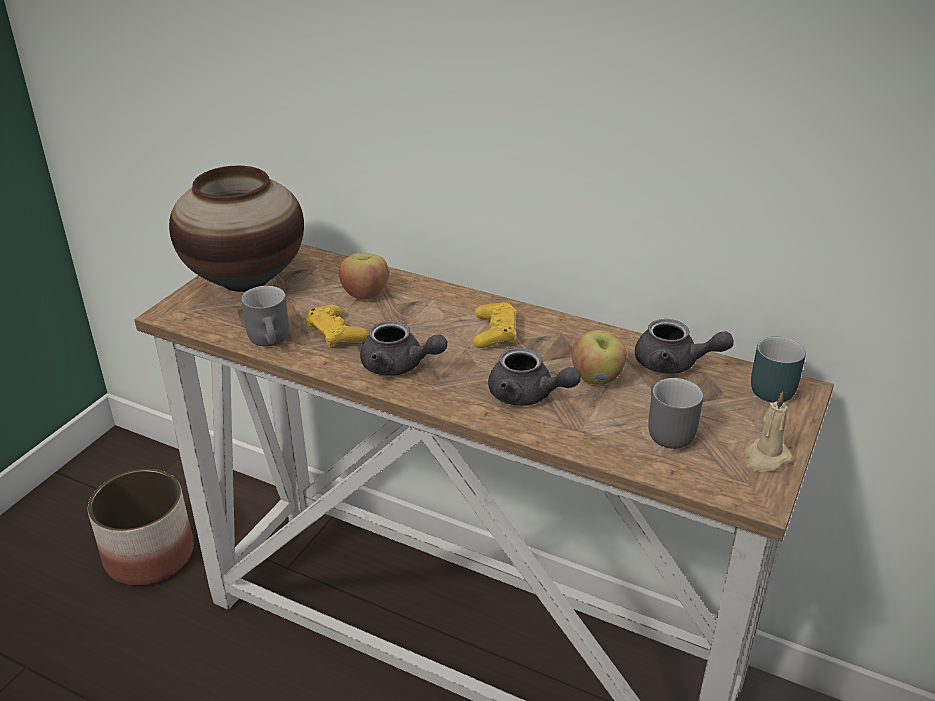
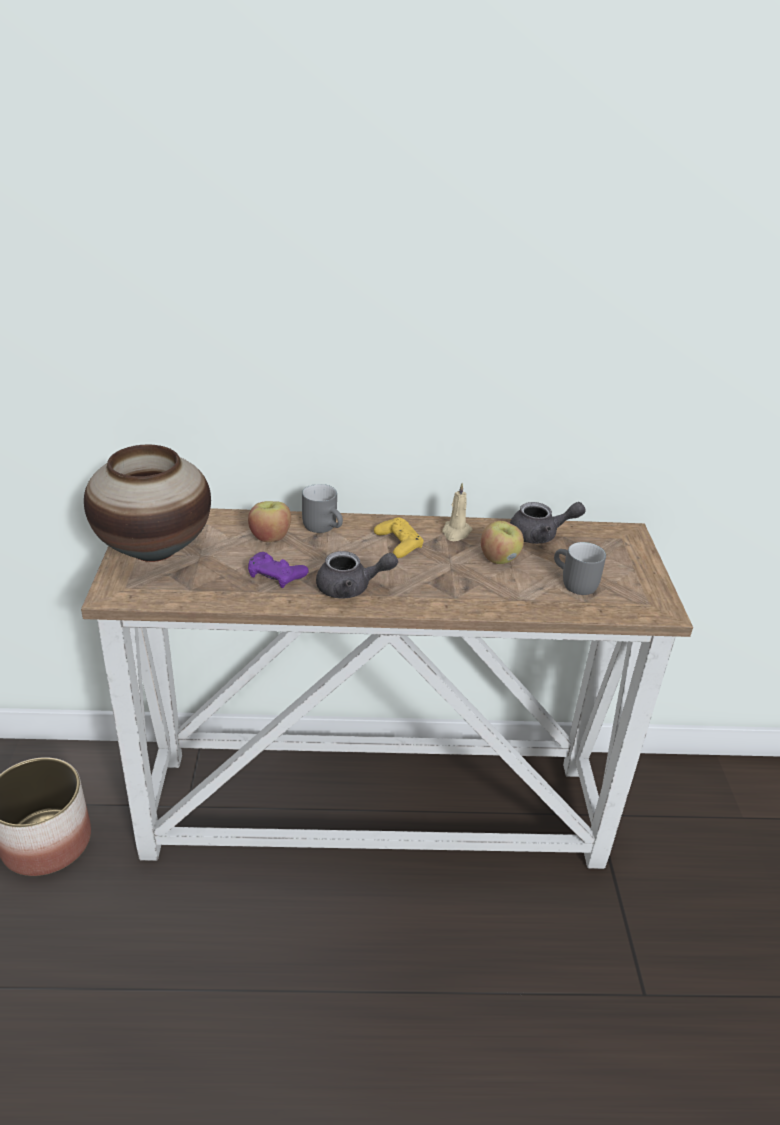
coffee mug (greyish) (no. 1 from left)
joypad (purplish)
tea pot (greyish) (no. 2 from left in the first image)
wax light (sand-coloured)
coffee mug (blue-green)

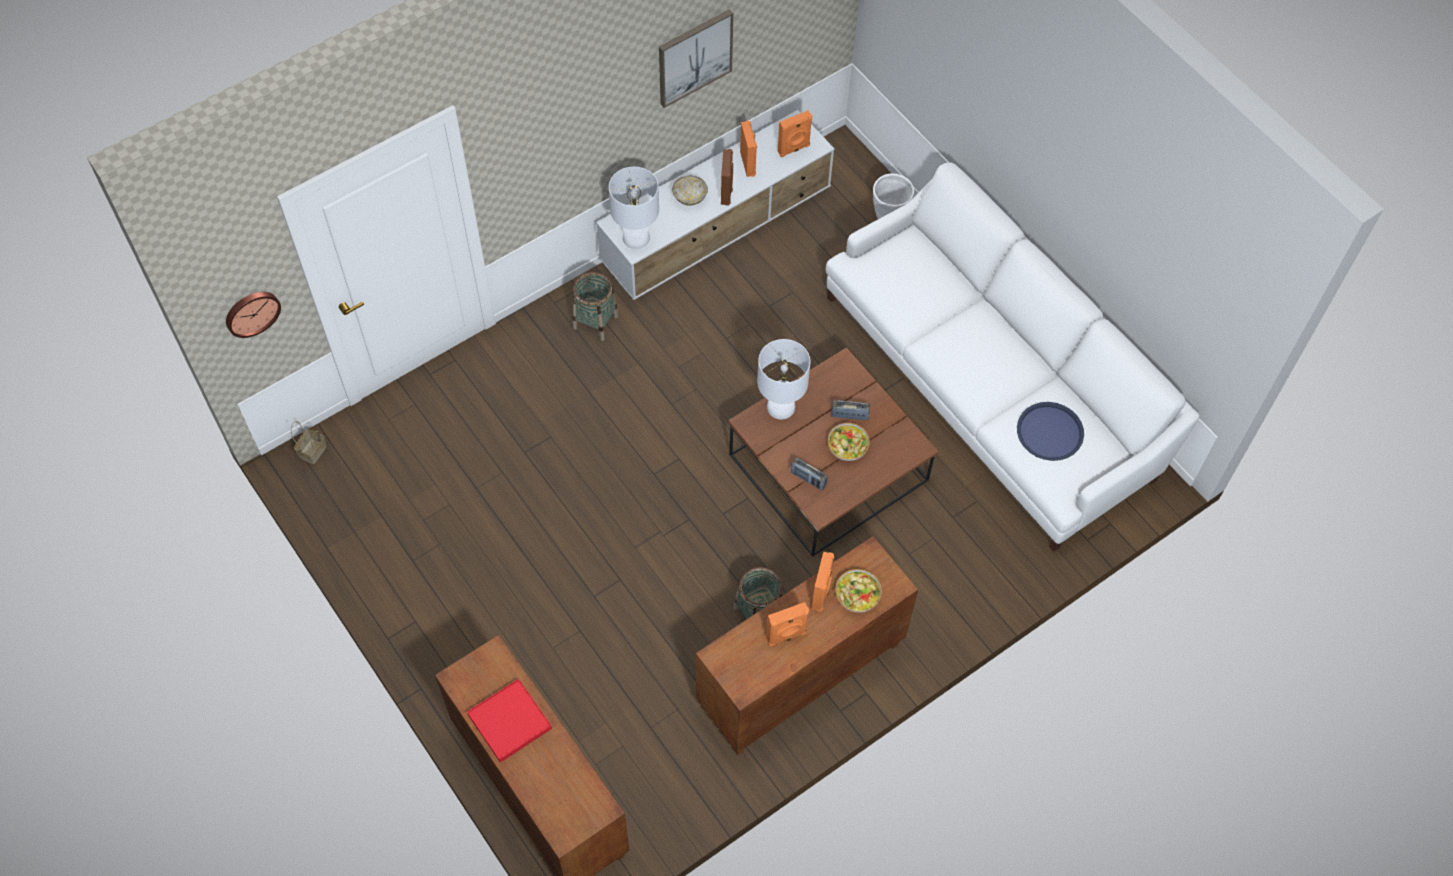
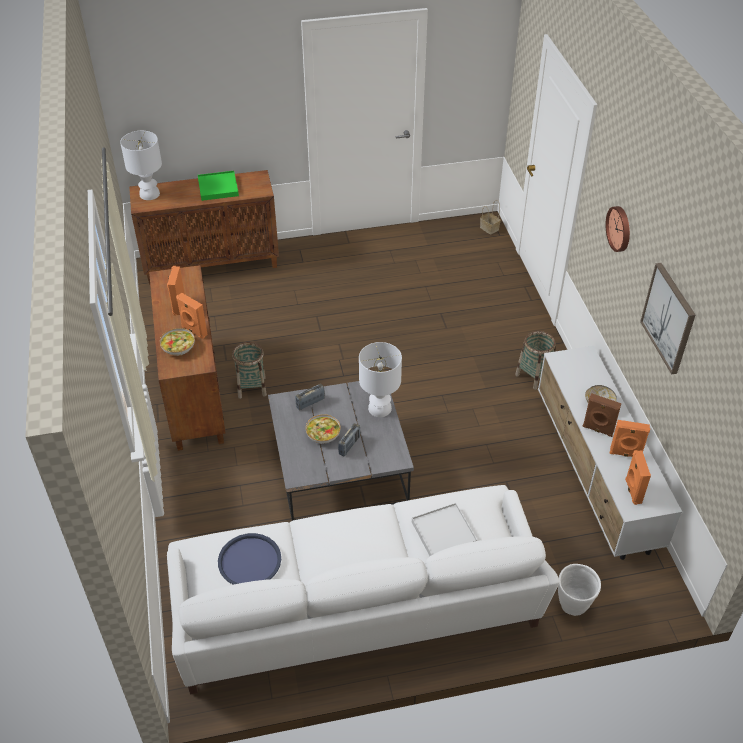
hanging clock
carrying tray (green-coloured)
lamp for a table (white) (no. 1 from left)
low table (greyish)
carrying tray (white)

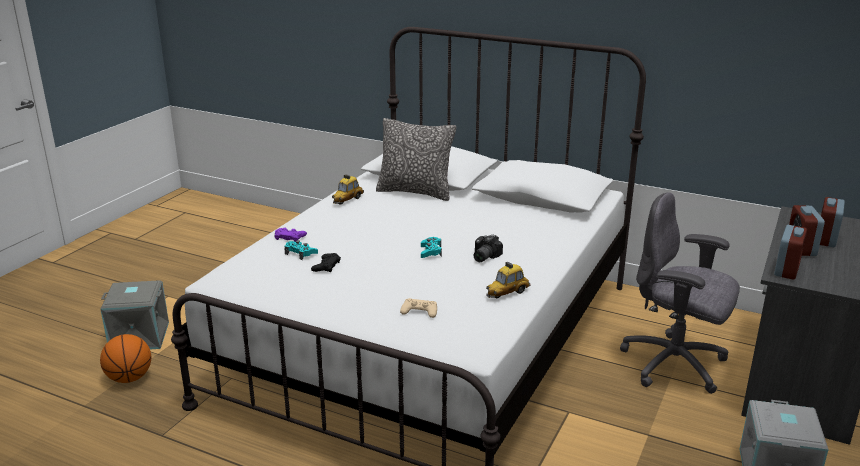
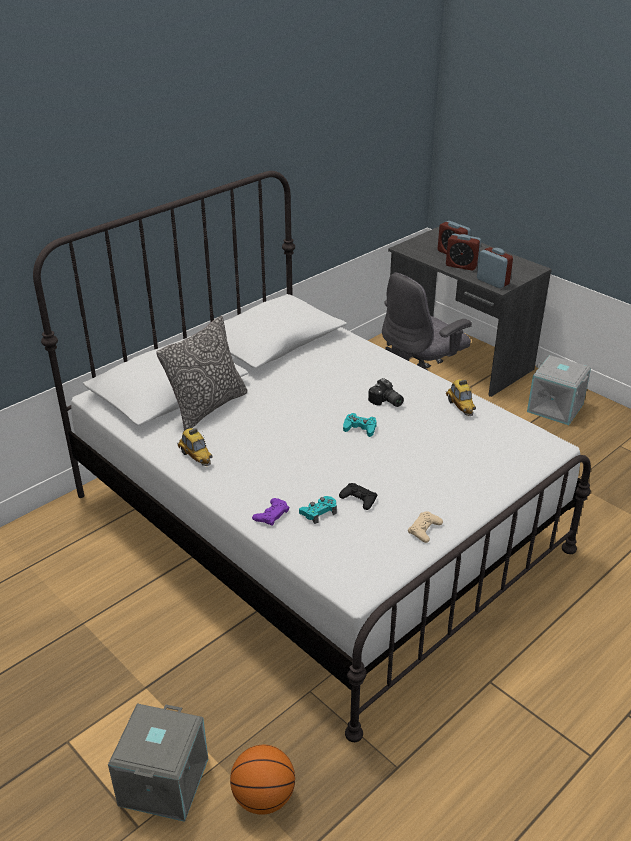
joypad (sand-coloured)

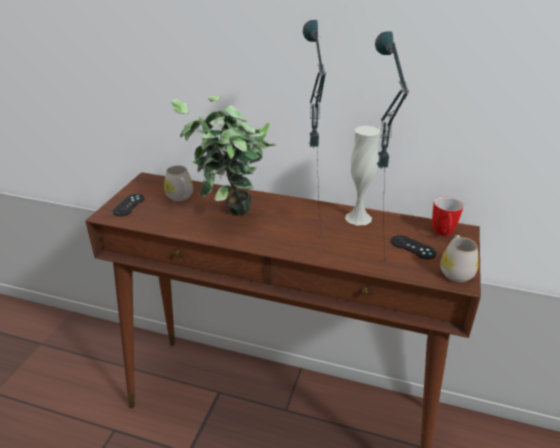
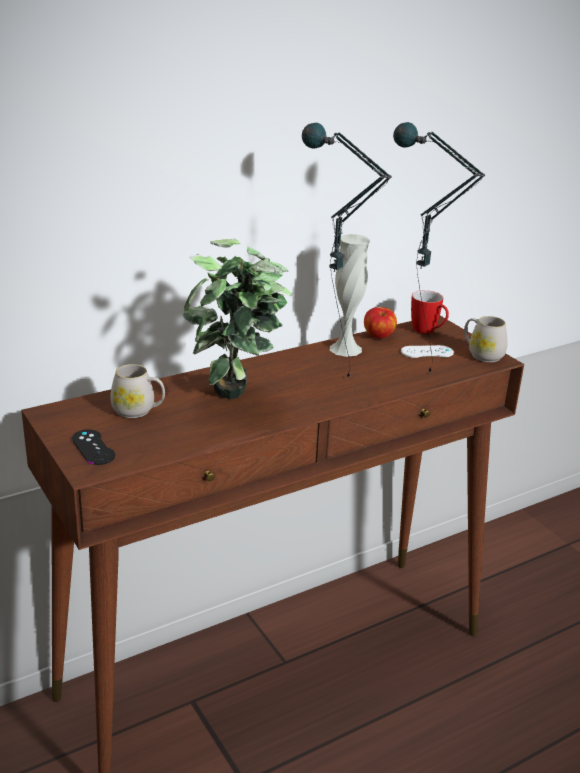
joypad (white)
apple fruit

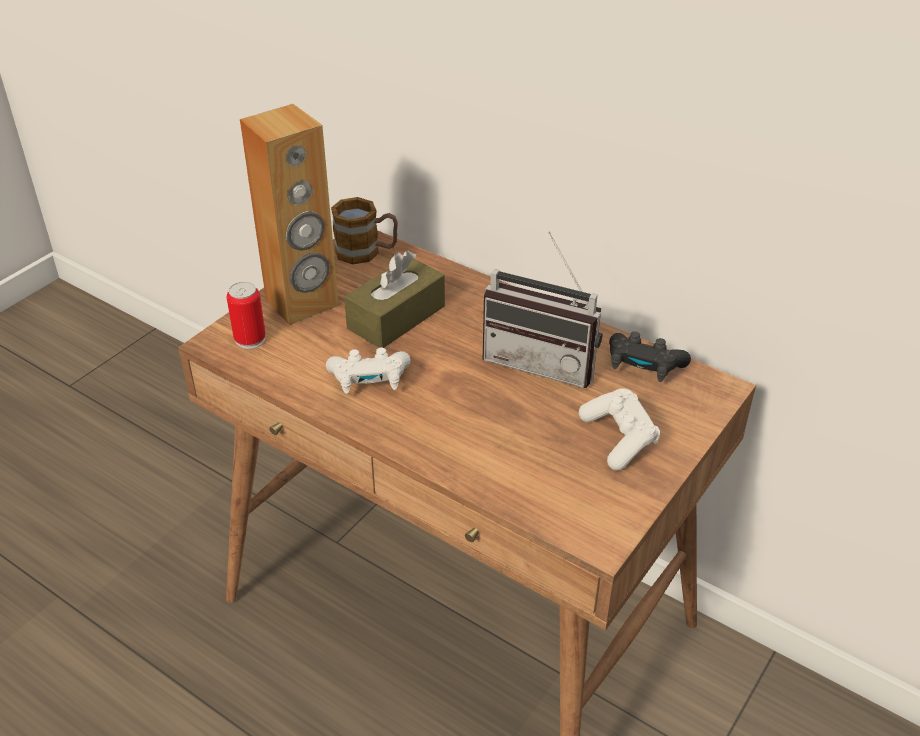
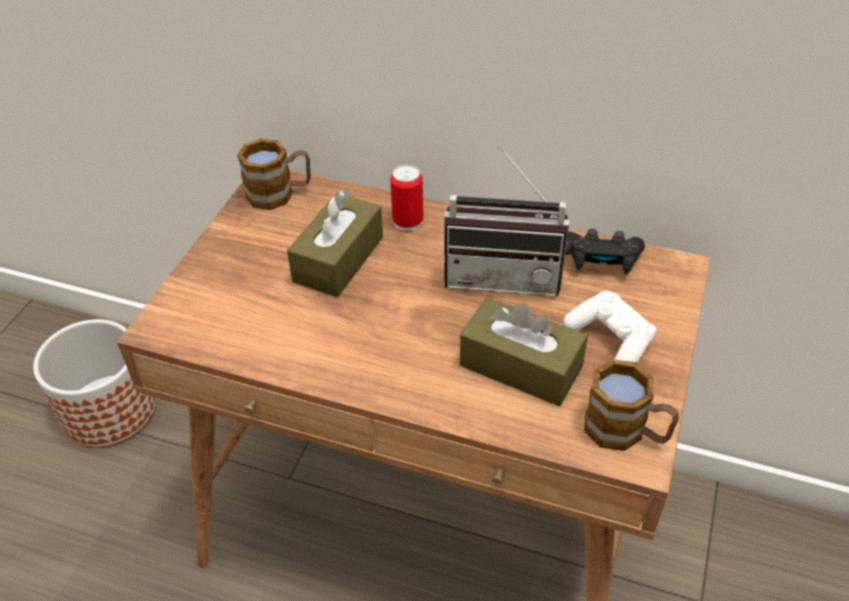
metal can
audio speaker (brownish)
joypad (white) (no. 1 from left in the first image)
planter
tissue holder (brownish) (no. 2 from left)
coffee mug (no. 2 from left)

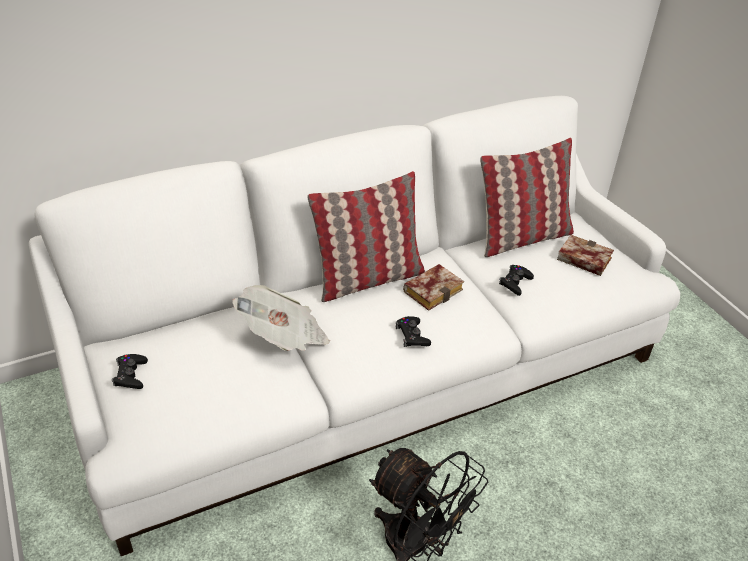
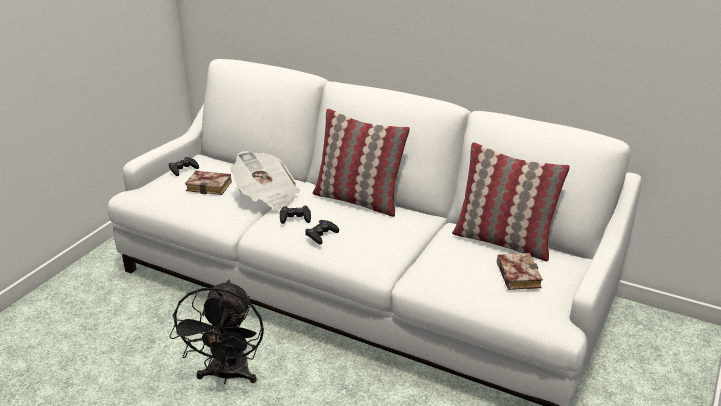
volume (no. 1 from left)
joypad (black-coloured) (no. 2 from left)

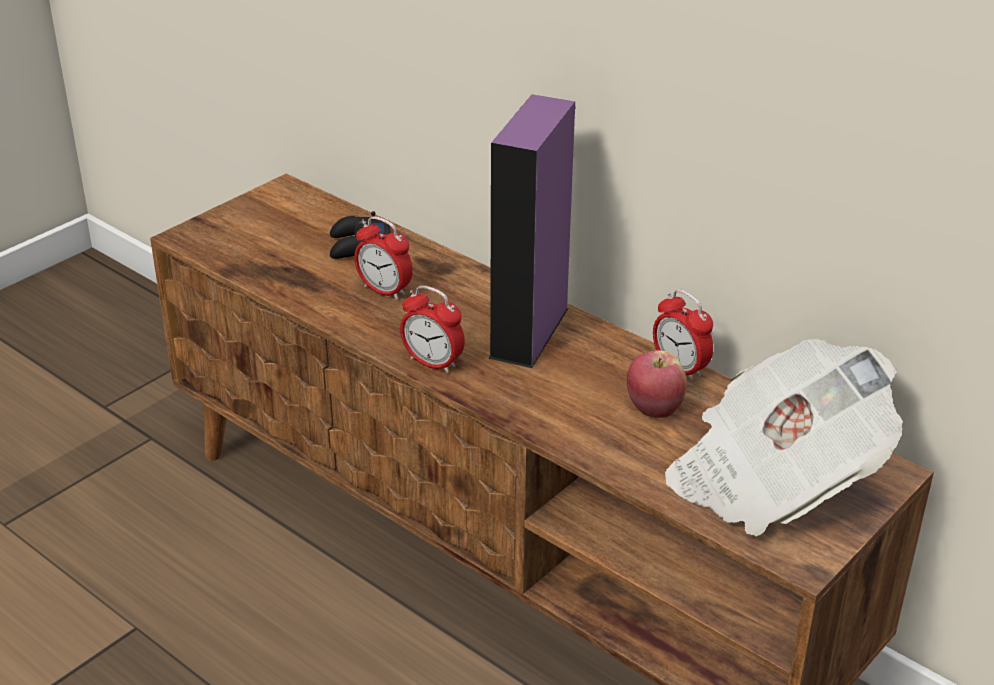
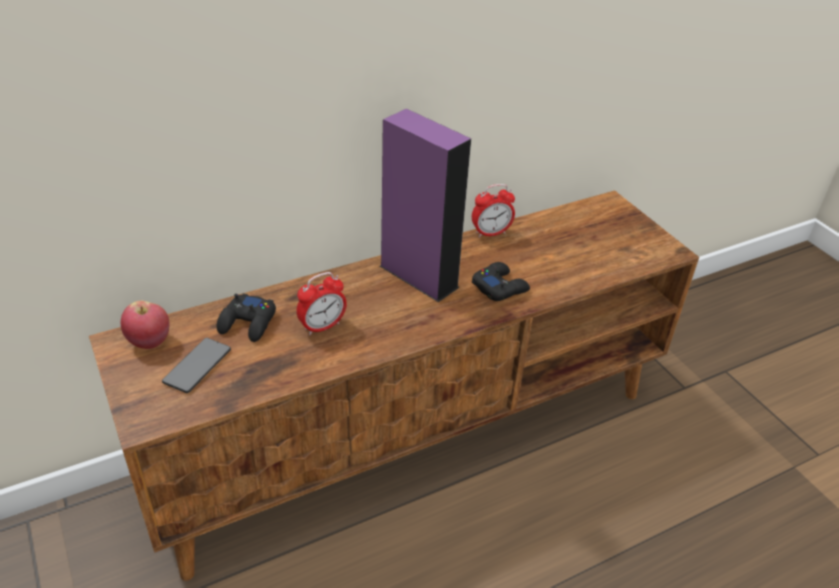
bedside clock (no. 2 from left in the first image)
apple fruit
printed paper
handset
joypad (black-coloured) (no. 2 from left)

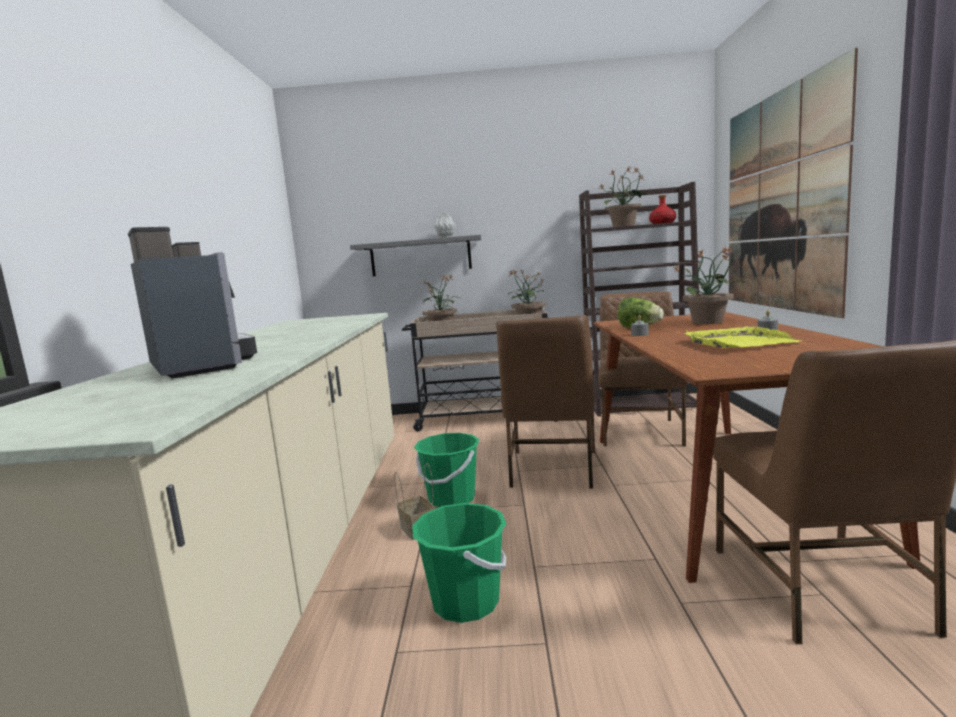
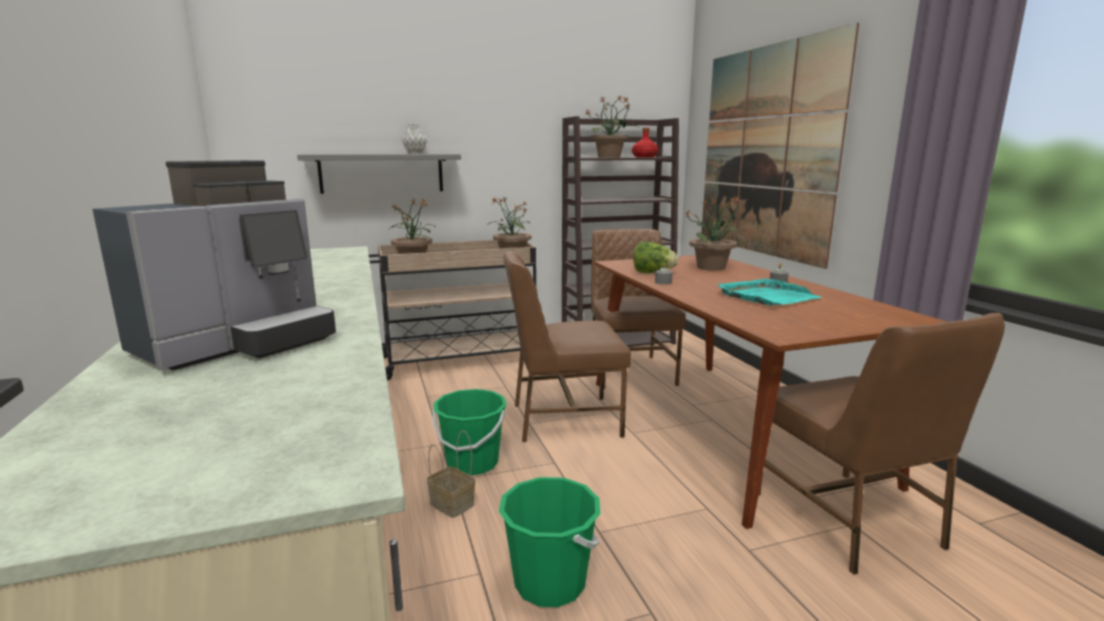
coffee brewer
upright chair (brownish) (no. 1 from left)
carrying tray (blue-green)

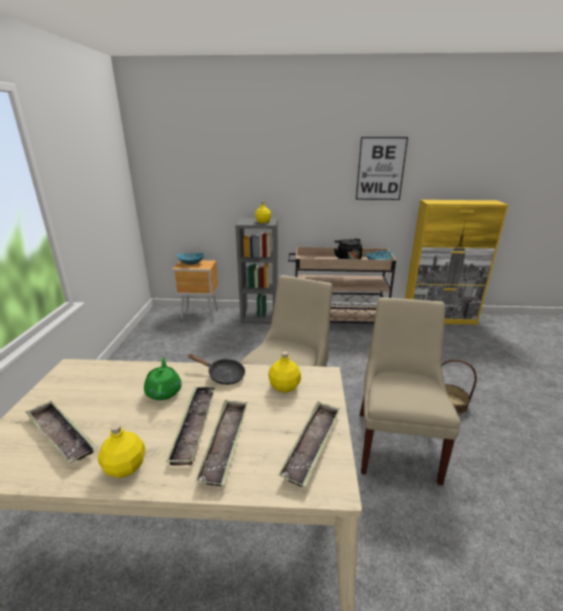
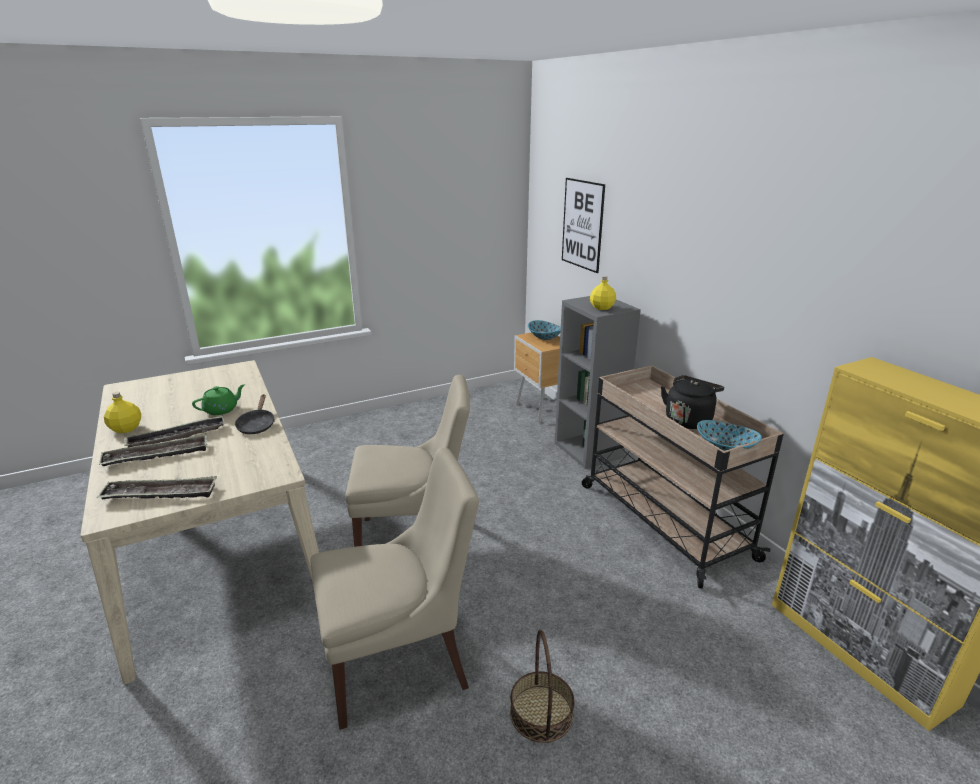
carrying tray (no. 1 from left in the first image)
bottle (yellow) (no. 3 from left in the first image)
wall picture

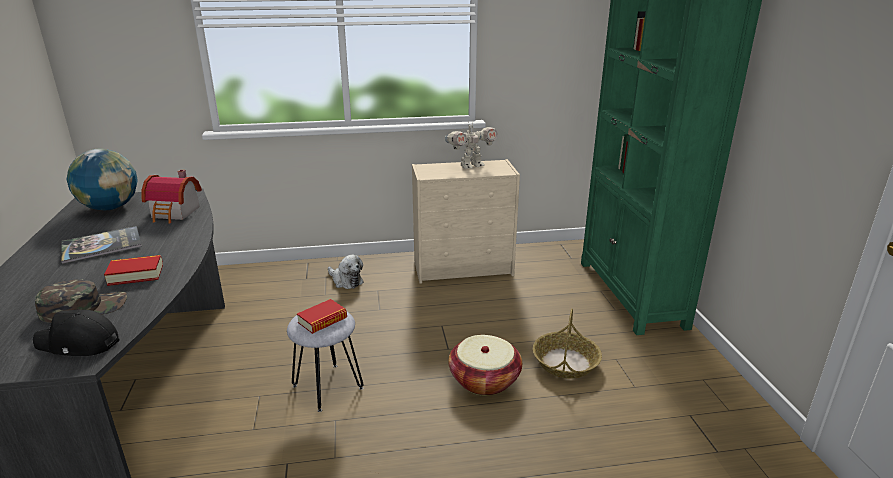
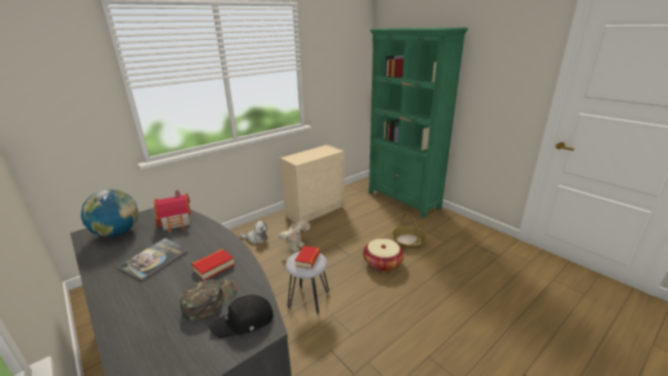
robot figure

